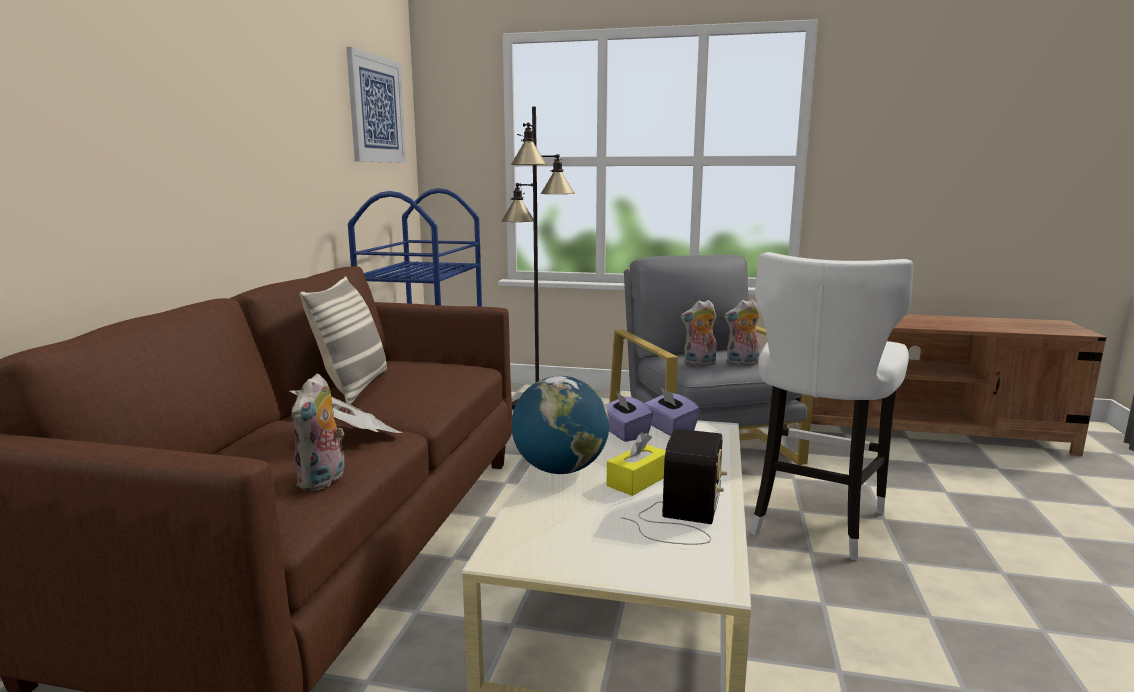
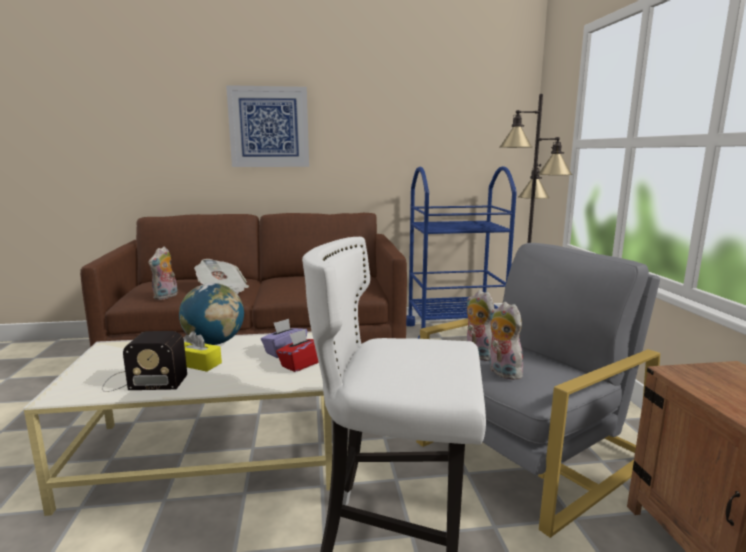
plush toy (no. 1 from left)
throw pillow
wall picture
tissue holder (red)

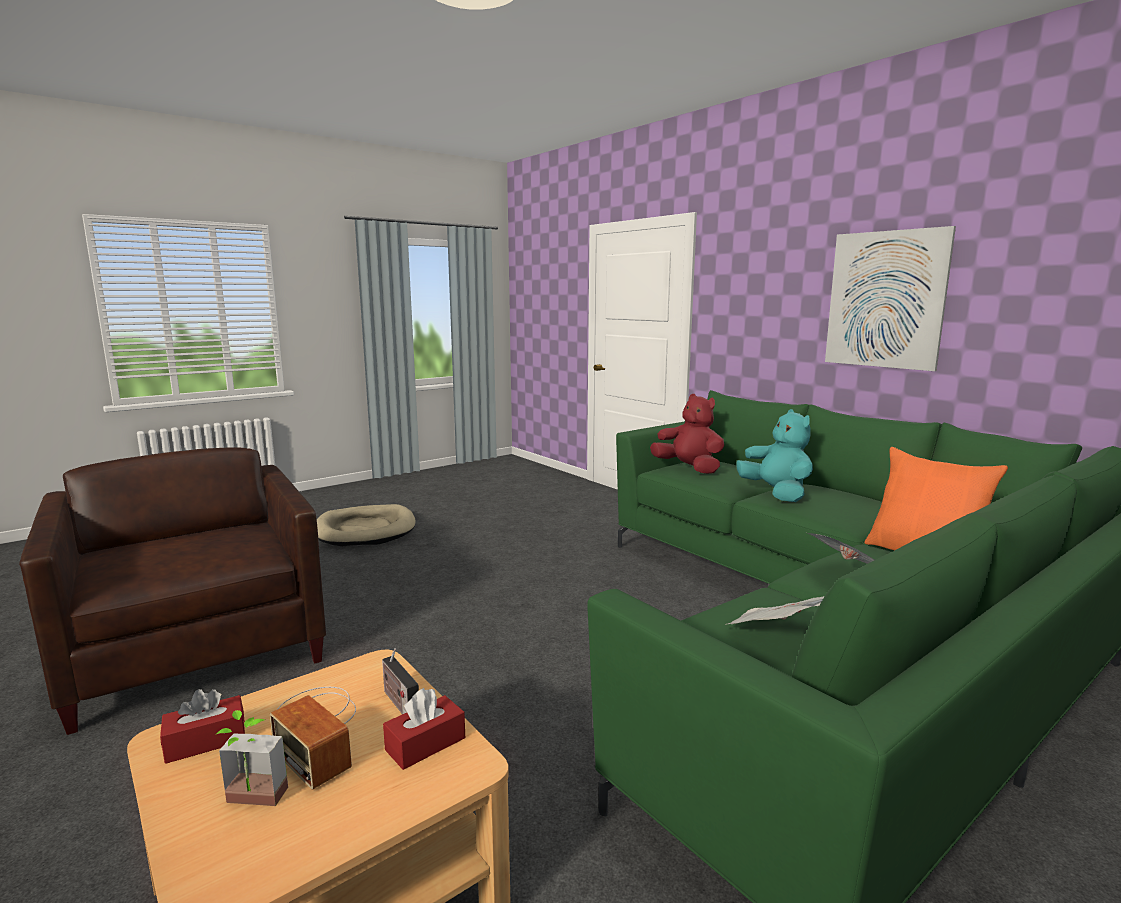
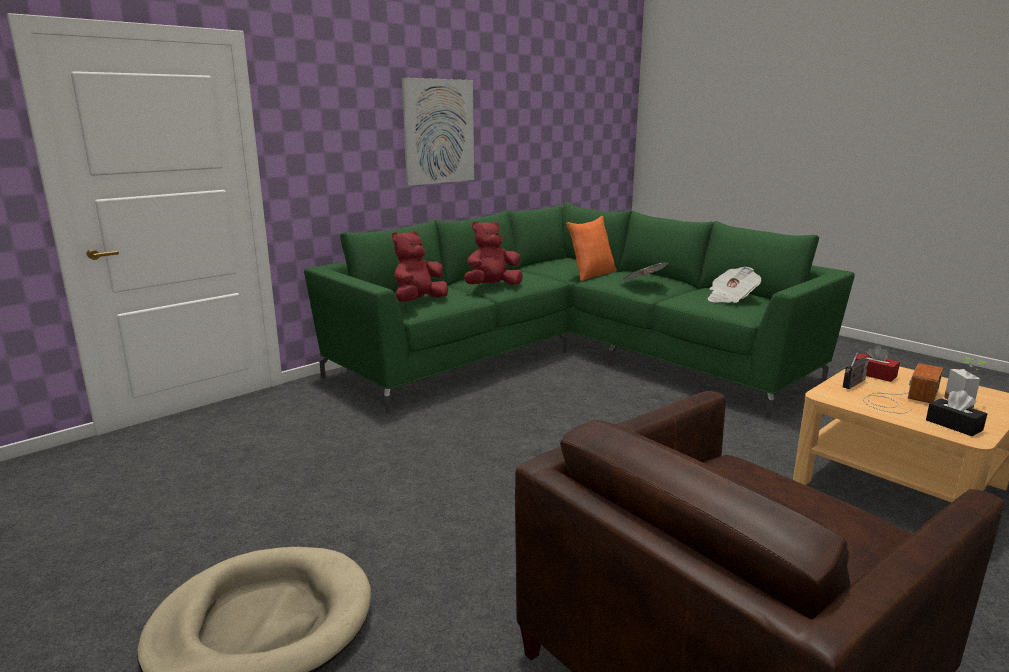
tissue holder (black-coloured)
plush toy (red) (no. 2 from left)

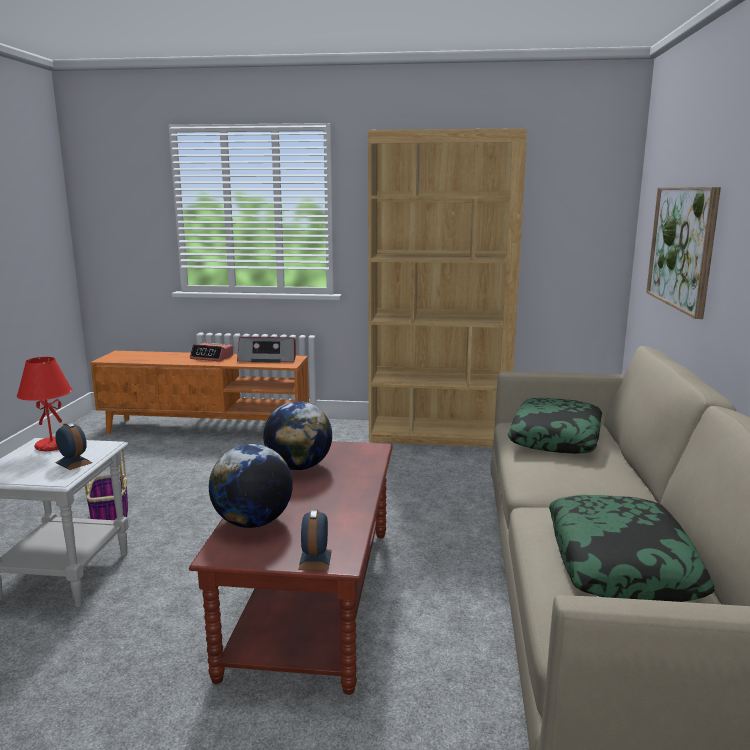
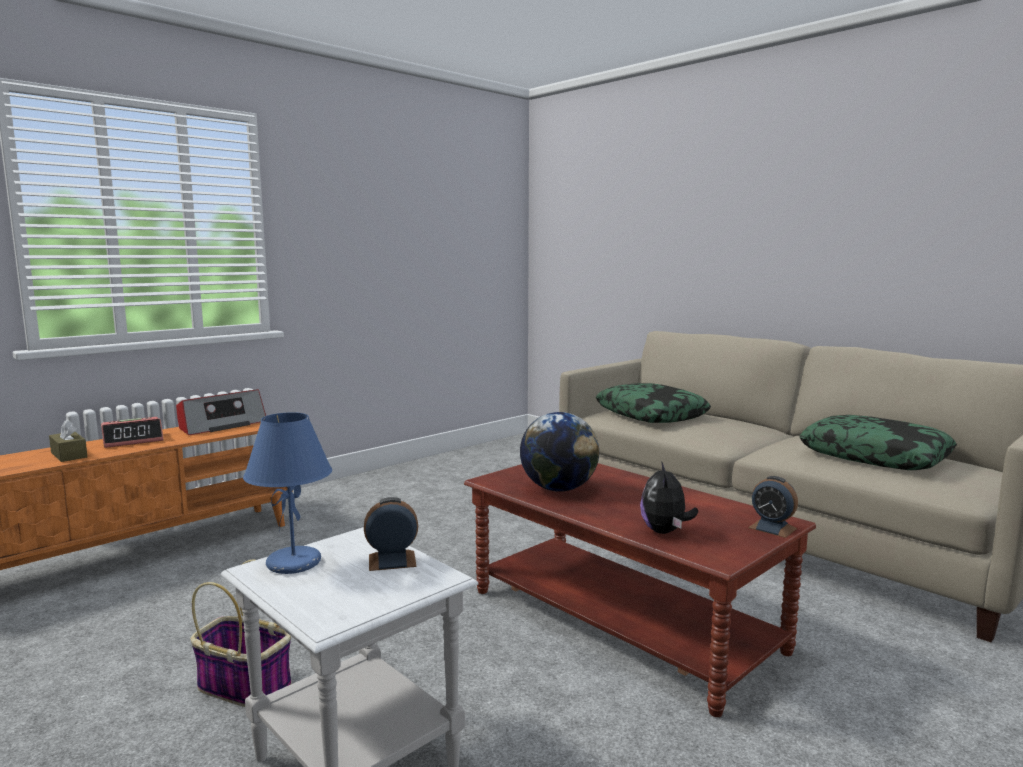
lamp for a table (bluish)
plush toy
shelving unit (brownish)
wall picture
tissue holder (brownish)

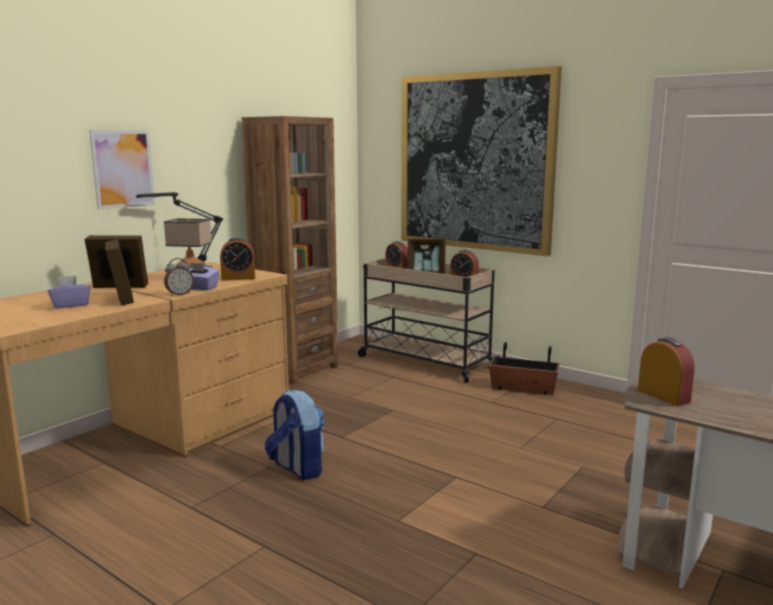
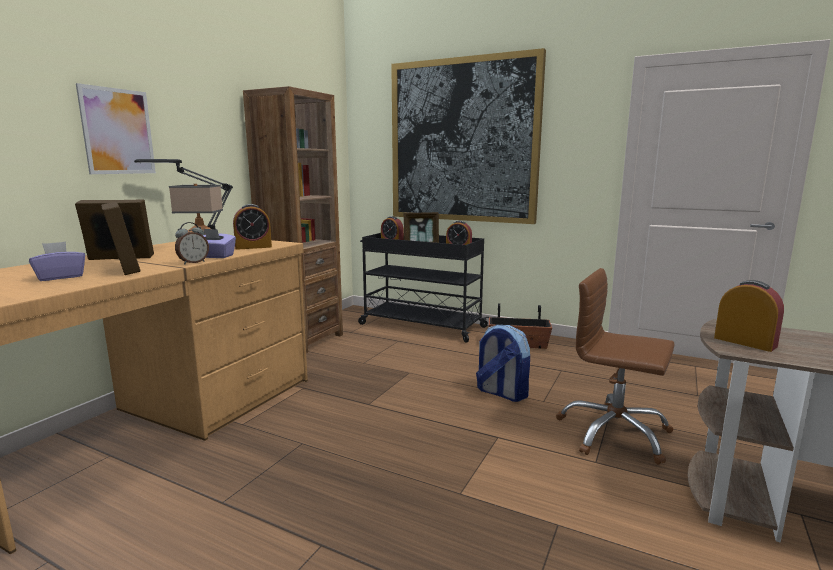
backpack
trolley (black-coloured)
desk chair (brownish)

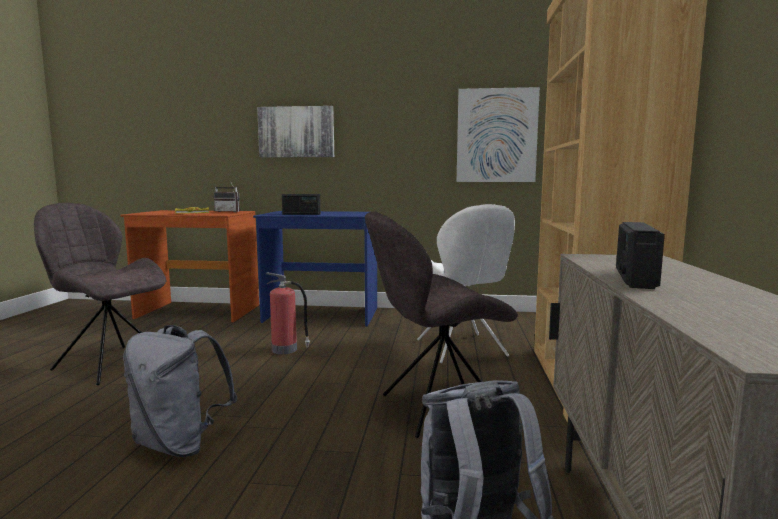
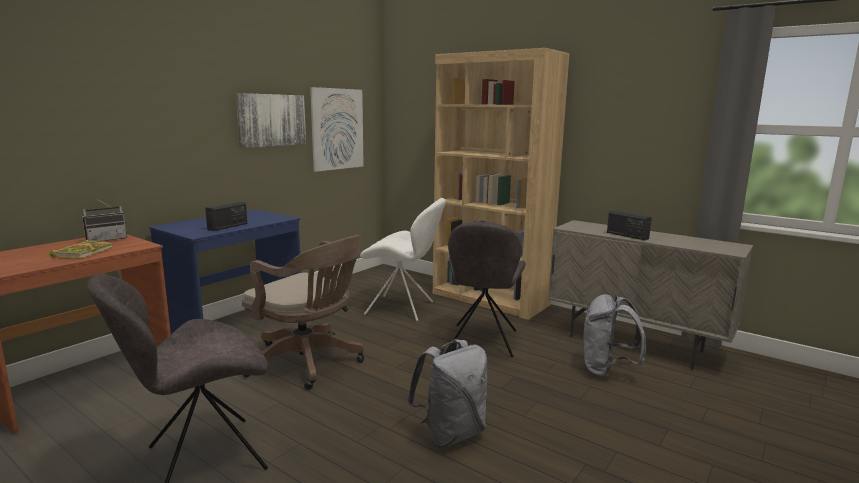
wall picture (no. 1 from left)
desk chair (brownish)

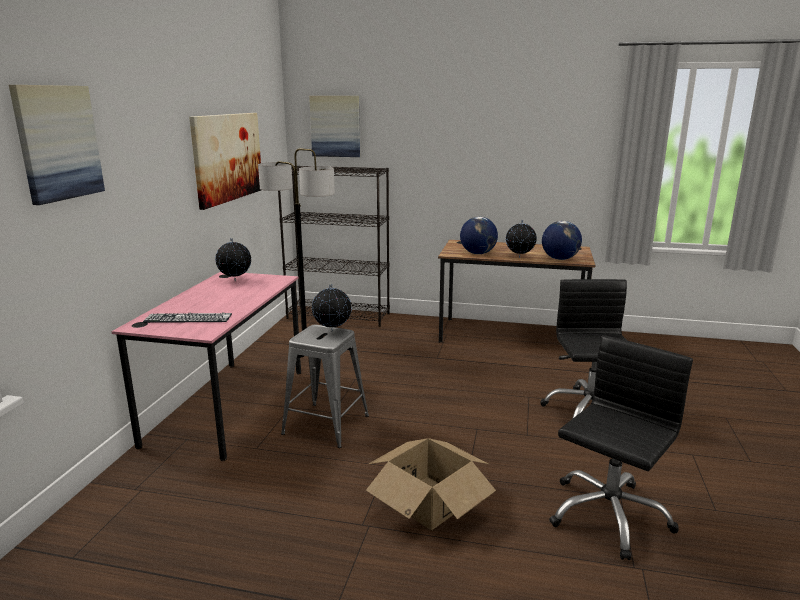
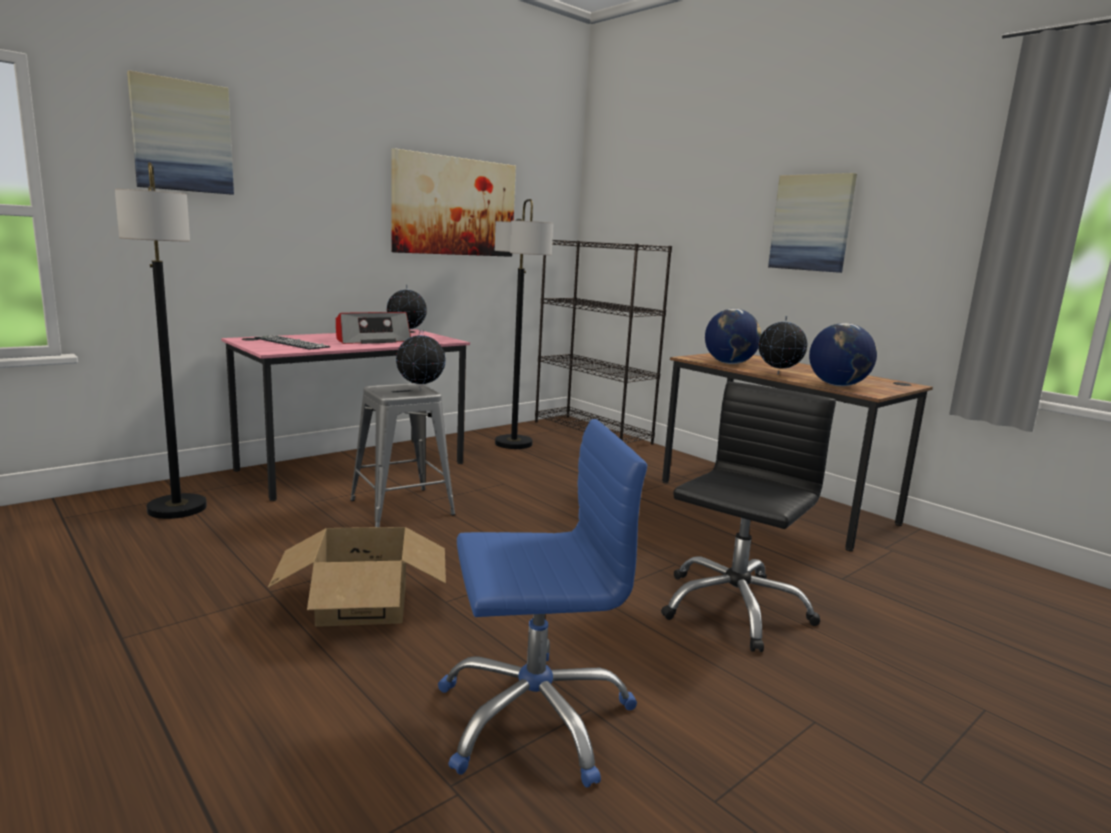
wall picture (no. 3 from left)
desk chair (bluish)
standard lamp (no. 1 from left)
radio set

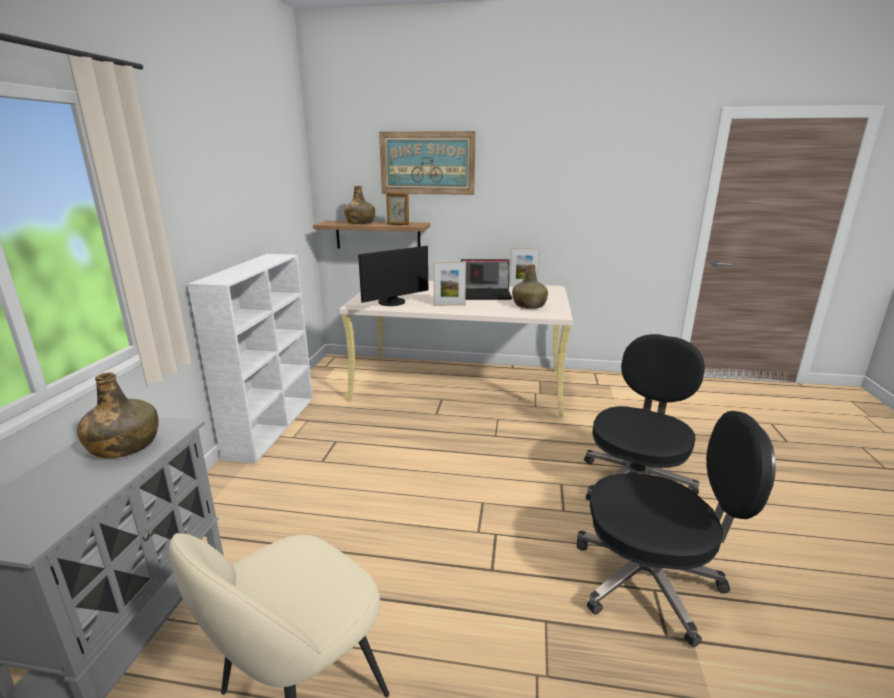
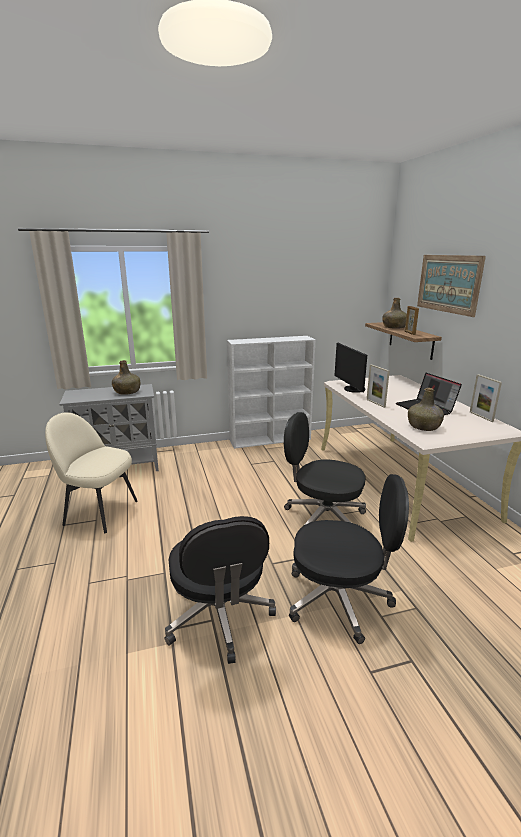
monitor
desk chair (black-coloured) (no. 2 from left)

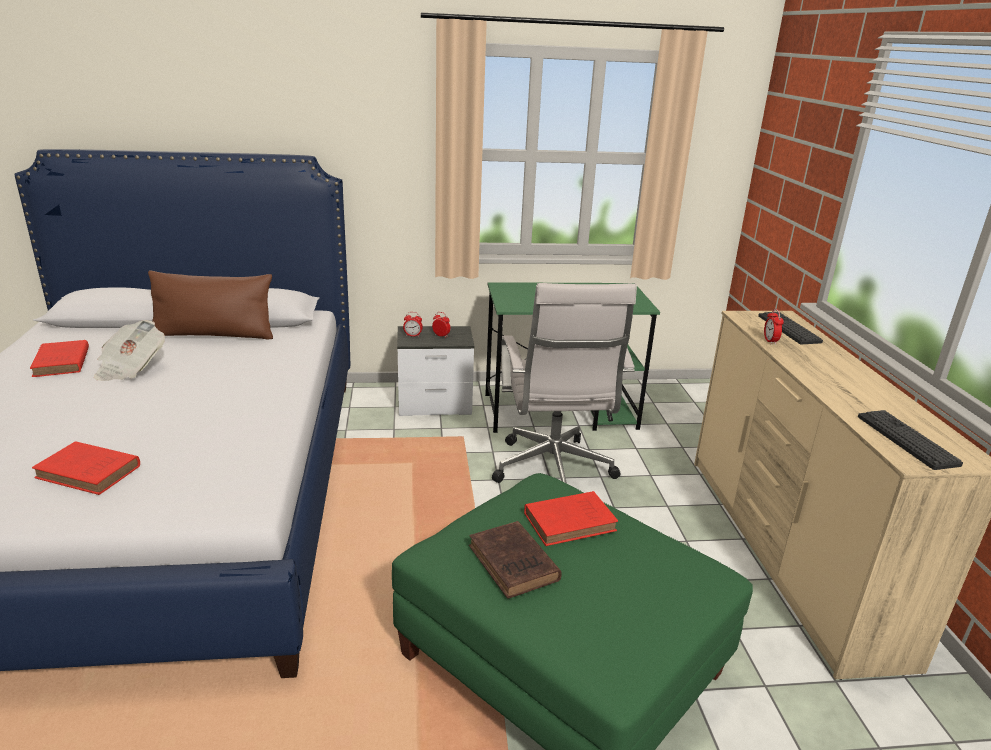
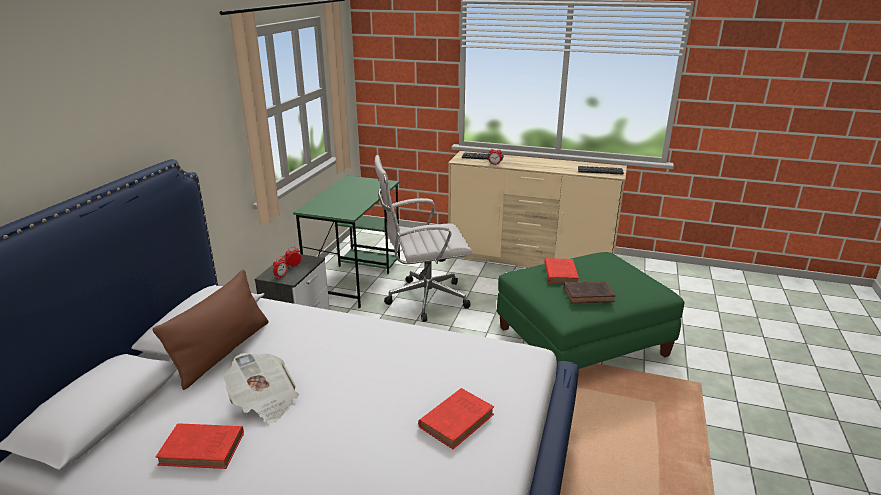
desk chair (white)

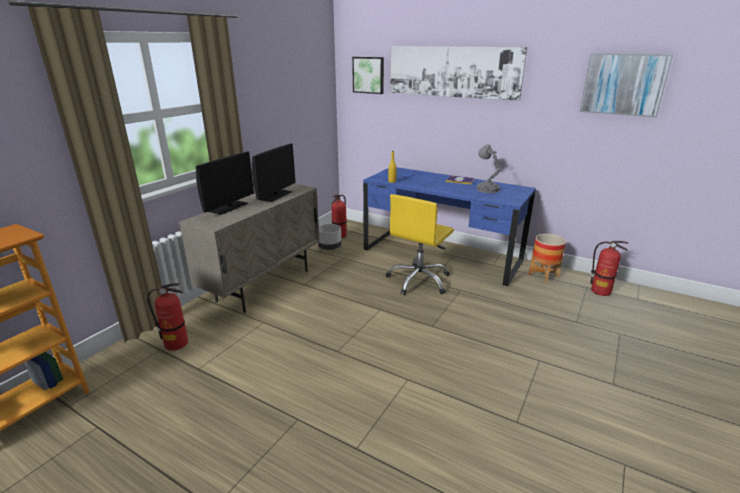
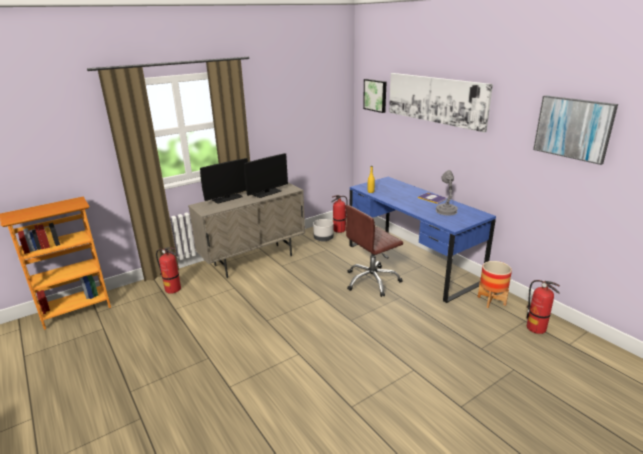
desk chair (brownish)

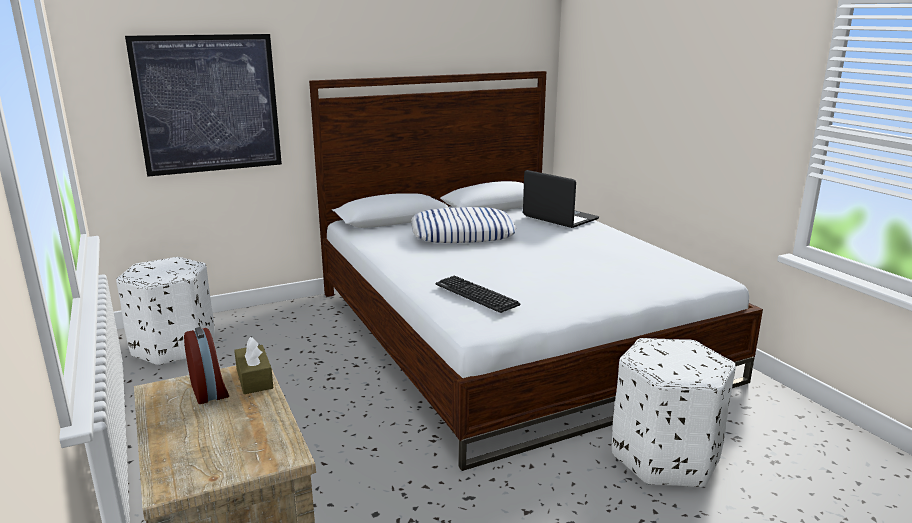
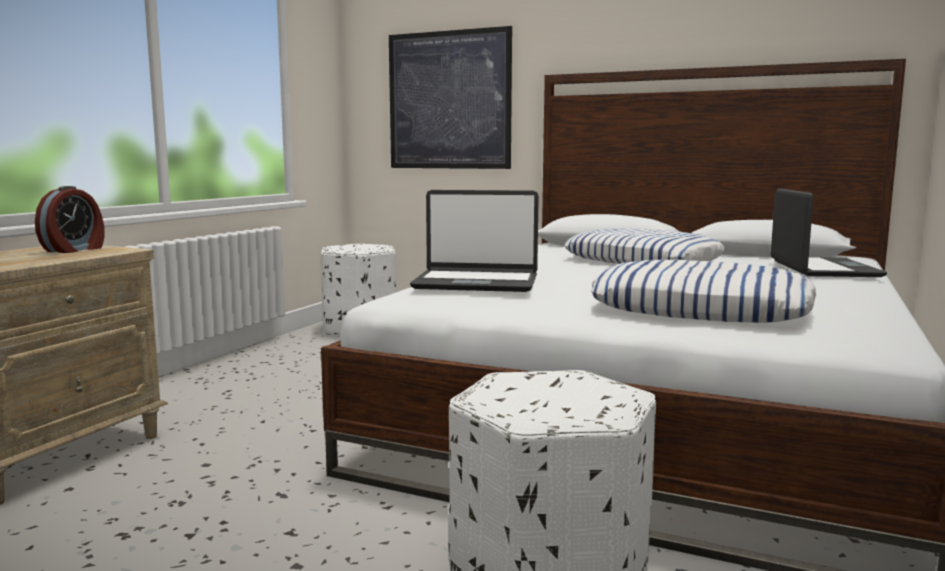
tissue holder (brownish)
laptop (no. 1 from left)
throw pillow (no. 2 from left)

